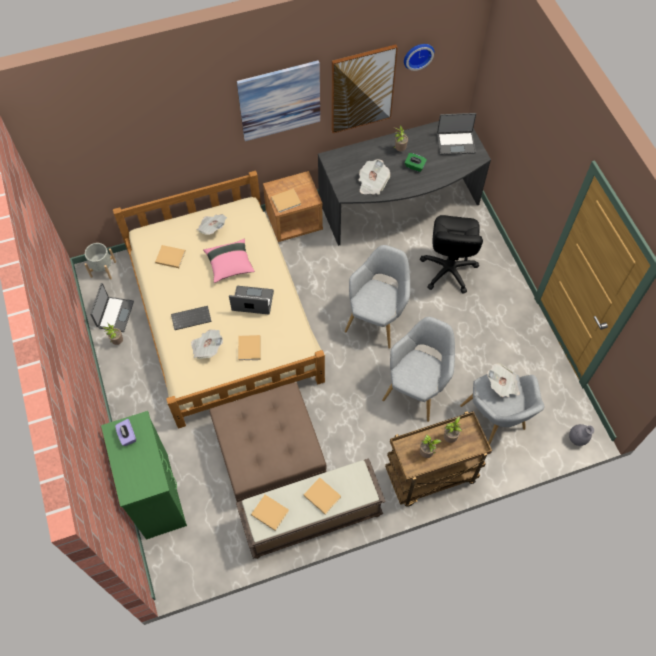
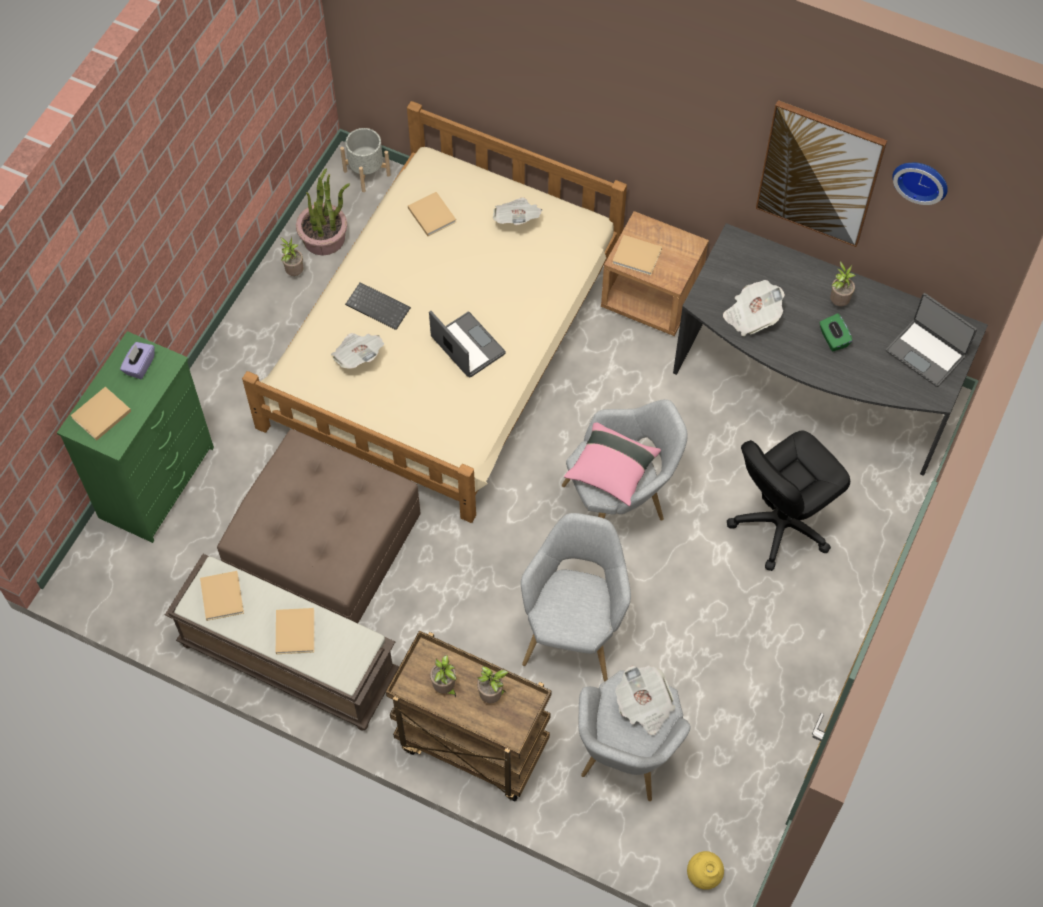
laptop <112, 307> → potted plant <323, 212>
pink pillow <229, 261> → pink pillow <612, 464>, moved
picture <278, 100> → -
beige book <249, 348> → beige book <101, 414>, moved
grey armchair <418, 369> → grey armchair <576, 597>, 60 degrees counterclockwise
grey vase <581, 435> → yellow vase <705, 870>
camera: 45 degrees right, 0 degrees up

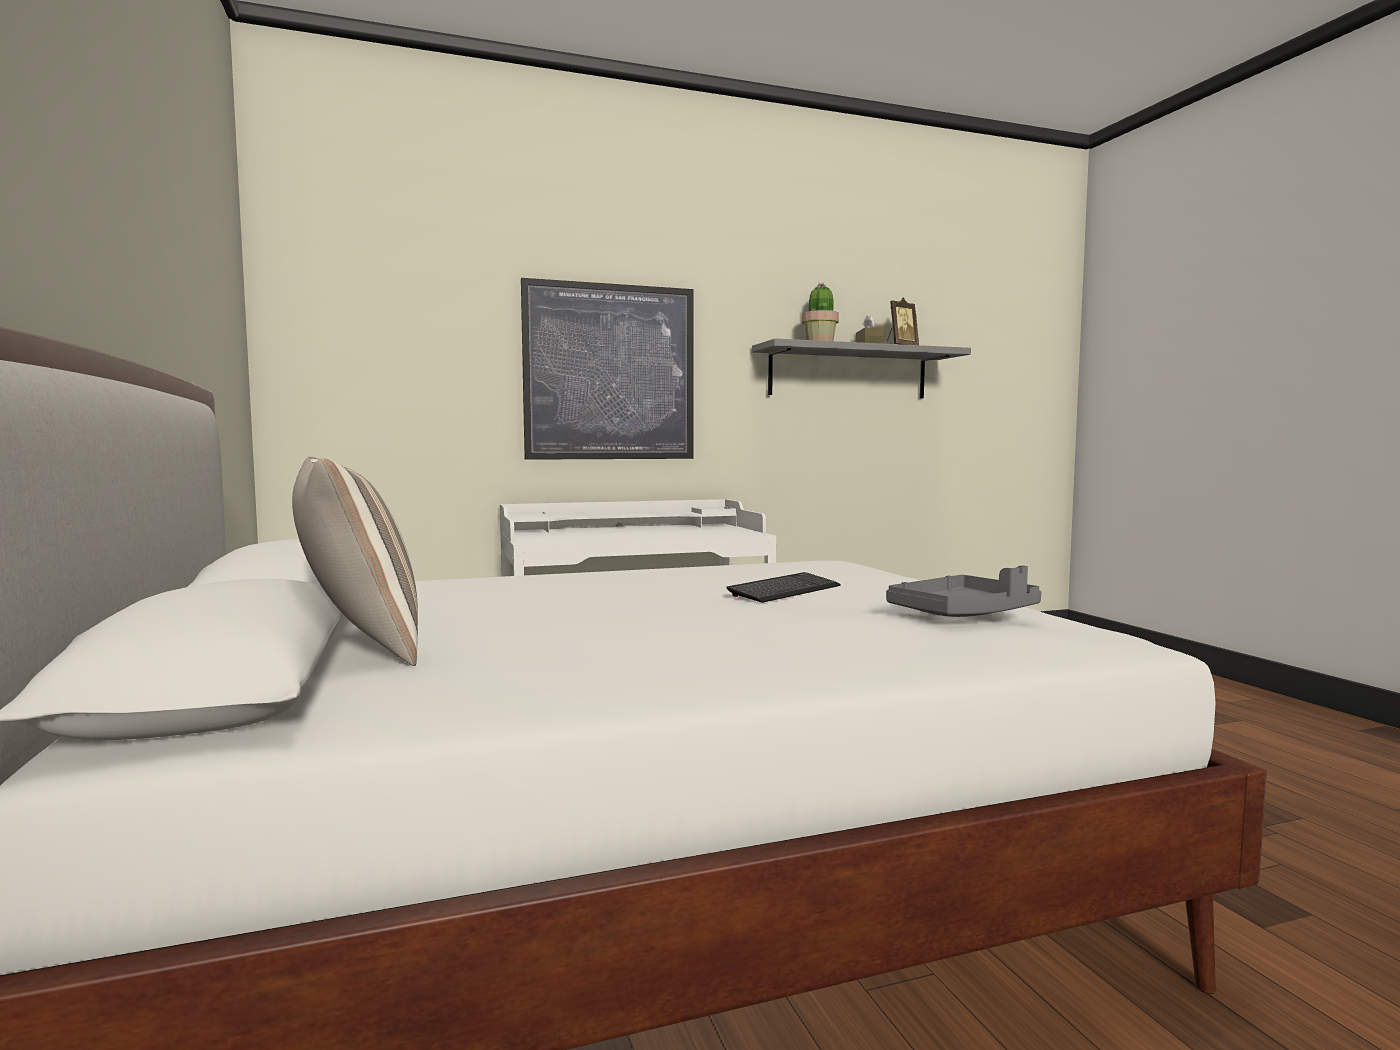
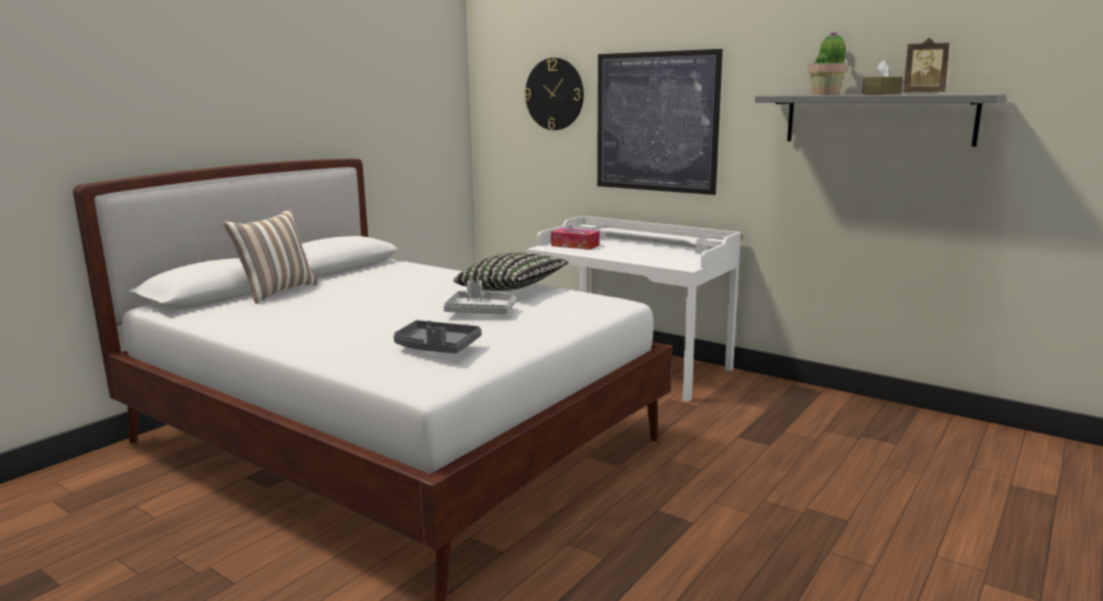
keyboard <784, 587> → grey tray <479, 297>
- → pillow <511, 272>
- → wall clock <554, 94>
- → tissue box <575, 239>
camera: 55 degrees right, 10 degrees up

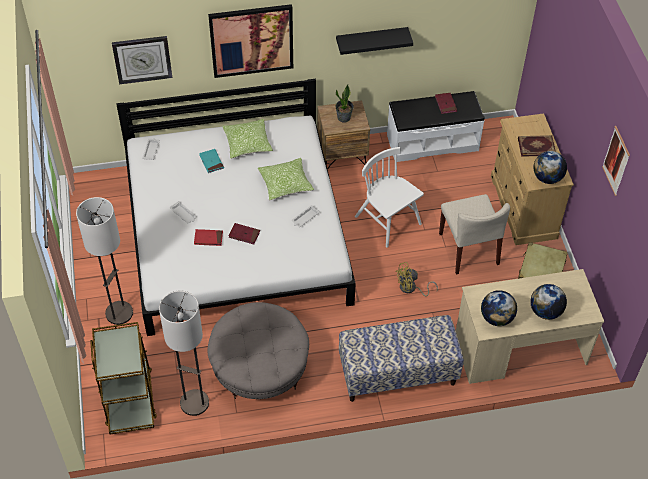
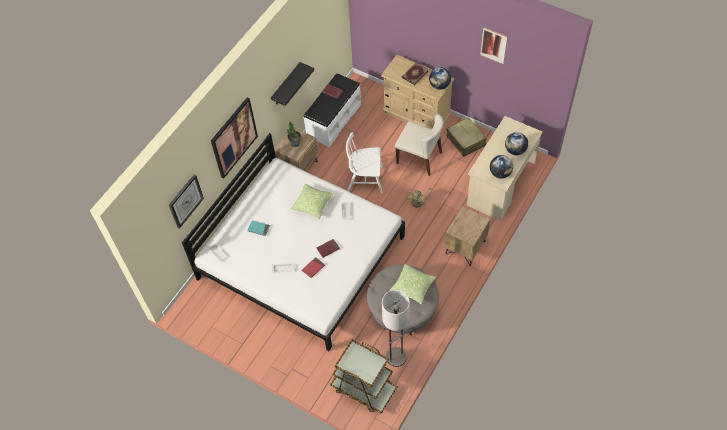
floor lamp <104, 261> → -
pillow <247, 139> → pillow <413, 284>, moved
bench <401, 358> → brown nightstand <467, 236>
camera: 45 degrees left, 5 degrees up

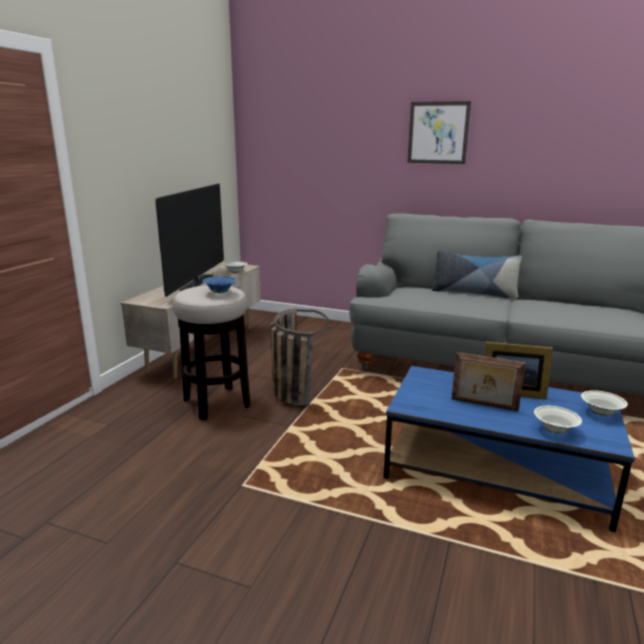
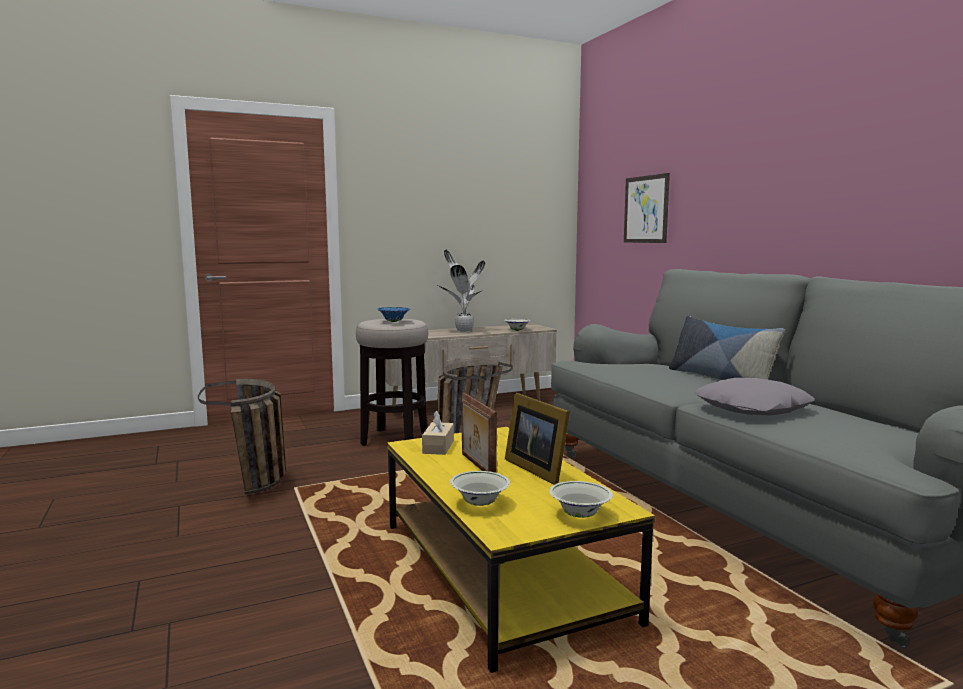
television <189, 240> → potted plant <461, 291>
blue coffee table <509, 449> → yellow coffee table <521, 550>
picture <439, 132> → picture <647, 208>, moved
- → basket <242, 436>
- → beige tissue box <438, 433>
- → grey pillow <755, 396>
camera: 45 degrees right, 10 degrees down

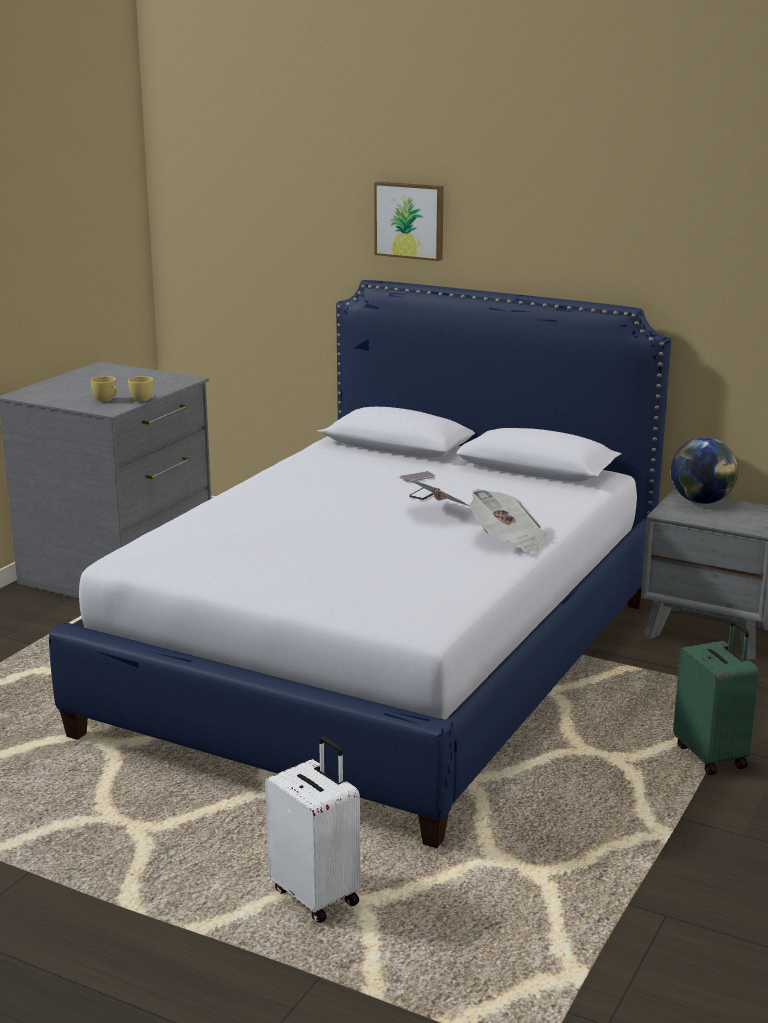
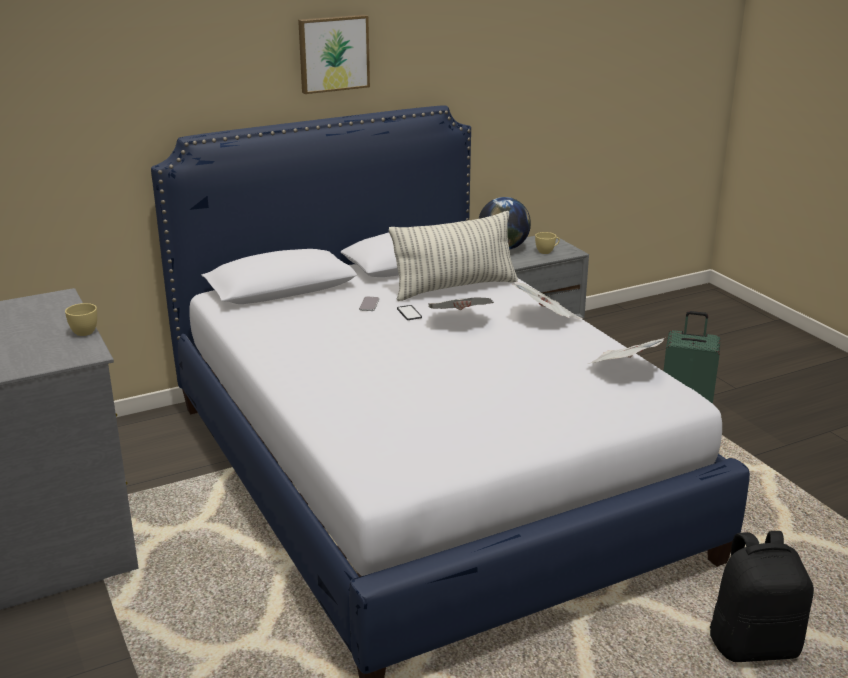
yellow cup <104, 389> → yellow cup <547, 243>, moved
white suitcase <312, 829> → black backpack <762, 596>
picture <409, 221> → picture <334, 54>, moved
- → pillow <453, 256>
- → newspaper <626, 351>
camera: 55 degrees left, 5 degrees up

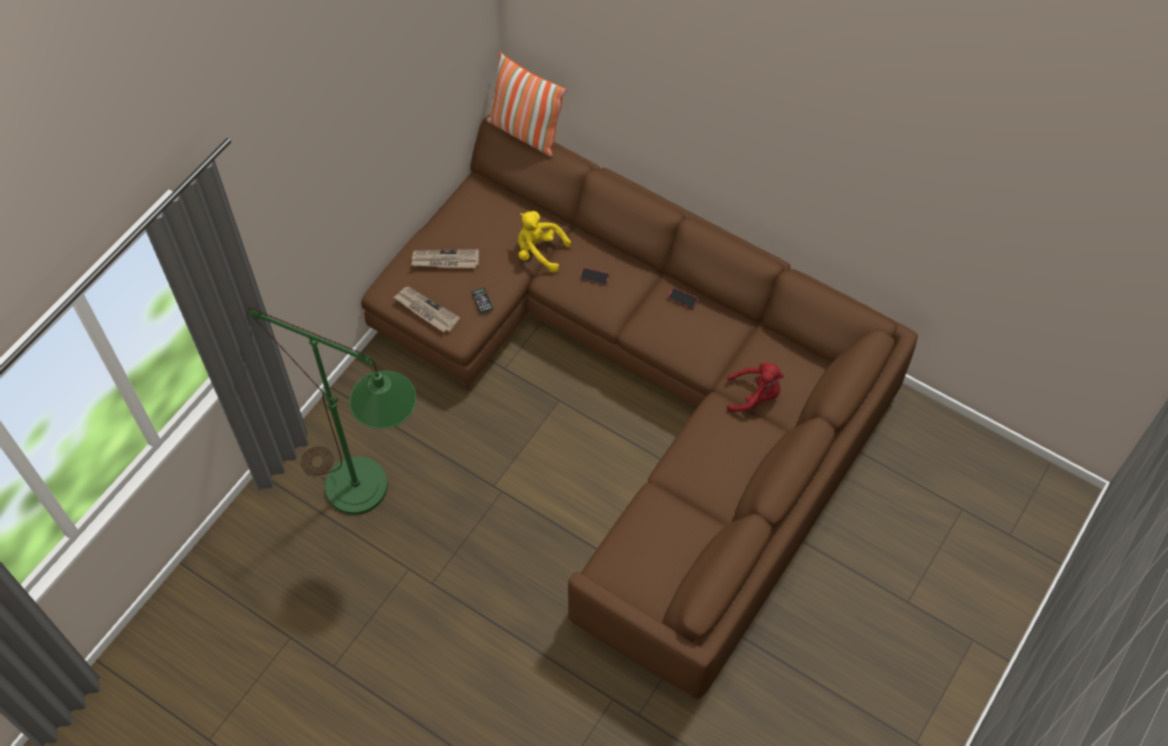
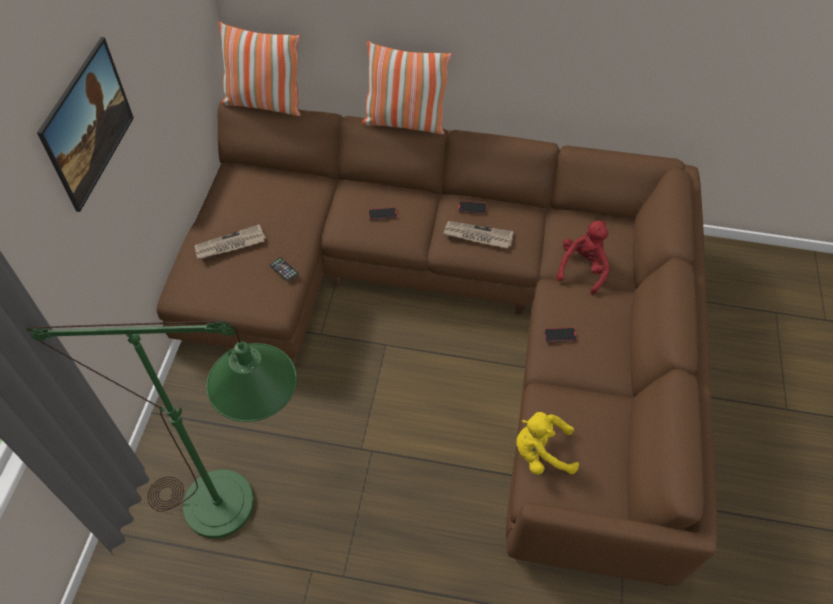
newspaper <427, 309> → newspaper <478, 234>, moved
yellow plush toy <544, 241> → yellow plush toy <548, 443>, moved
red plush toy <755, 387> → red plush toy <583, 257>, 45 degrees counterclockwise
- → picture <85, 124>
- → pillow <407, 88>
- → phone <560, 334>
camera: 25 degrees left, 5 degrees down

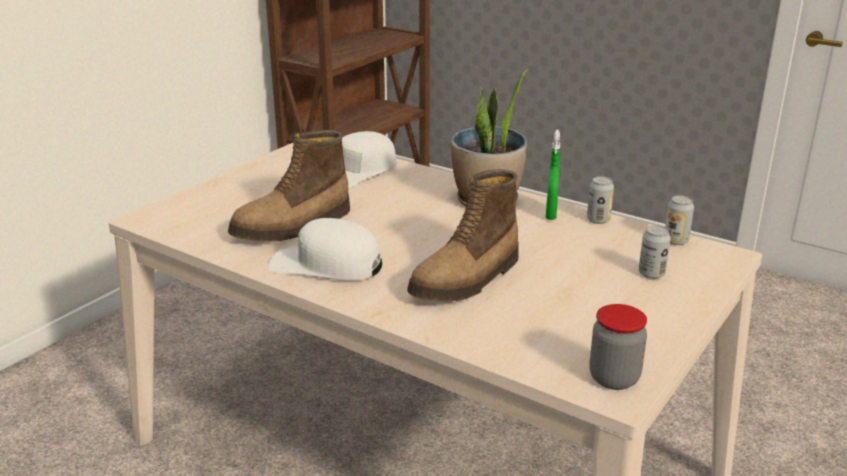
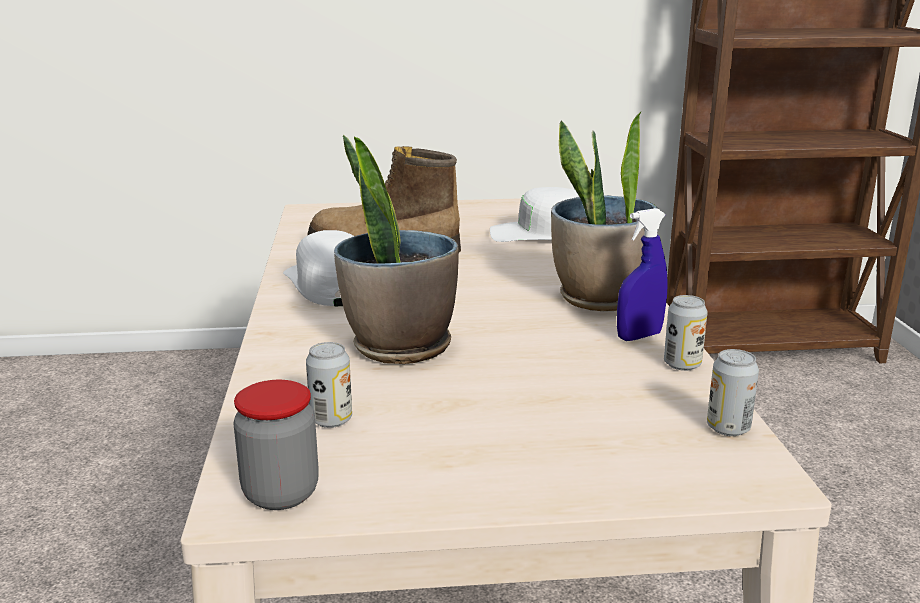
boot <463, 235> → potted plant <396, 249>
green spray bottle <553, 175> → blue spray bottle <642, 274>
can <655, 252> → can <329, 385>, moved
camera: 50 degrees right, 5 degrees down

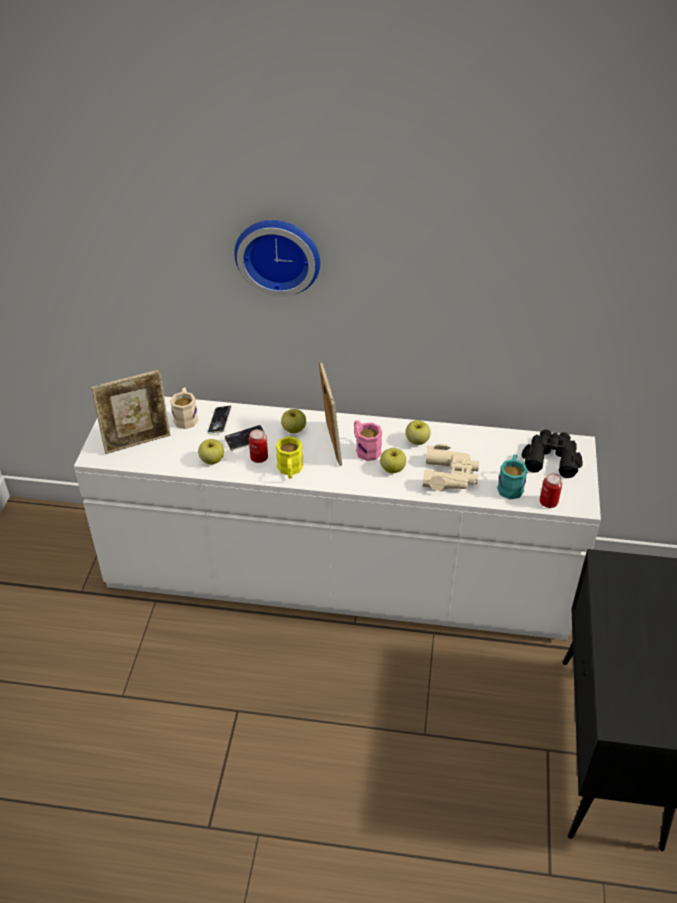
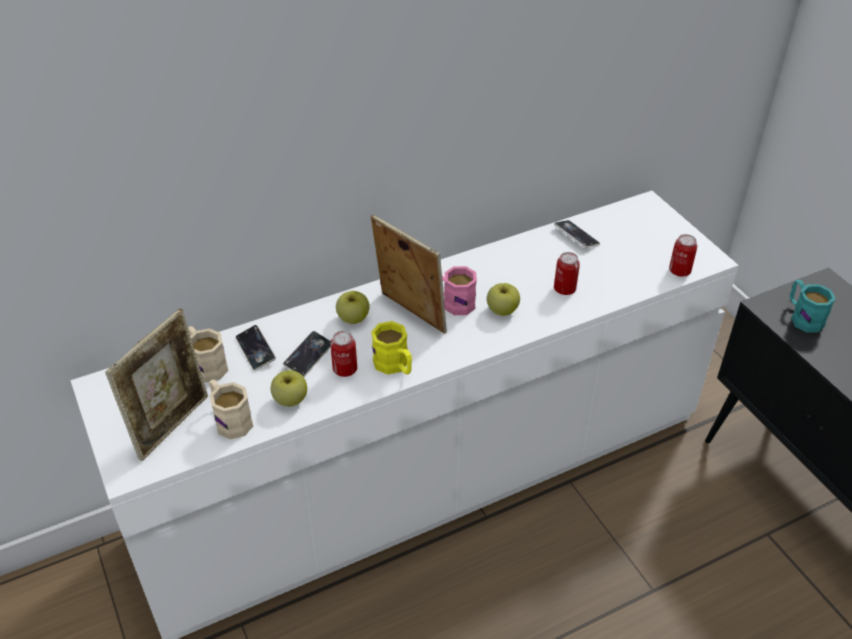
wall clock <277, 258> → -
apple <417, 432> → -
beige binoculars <450, 467> → can <567, 273>
turquoise mug <512, 477> → turquoise mug <813, 306>, moved
black binoculars <552, 453> → -
- → beige mug <231, 409>
- → phone <577, 234>
camera: 35 degrees left, 0 degrees up

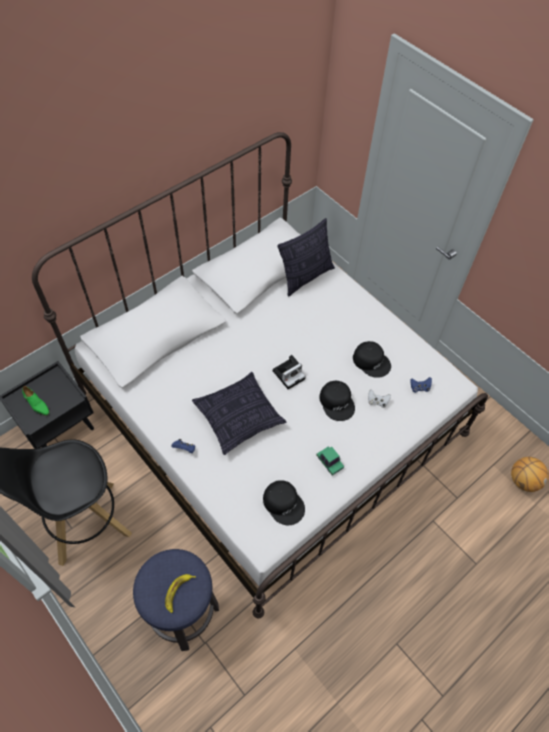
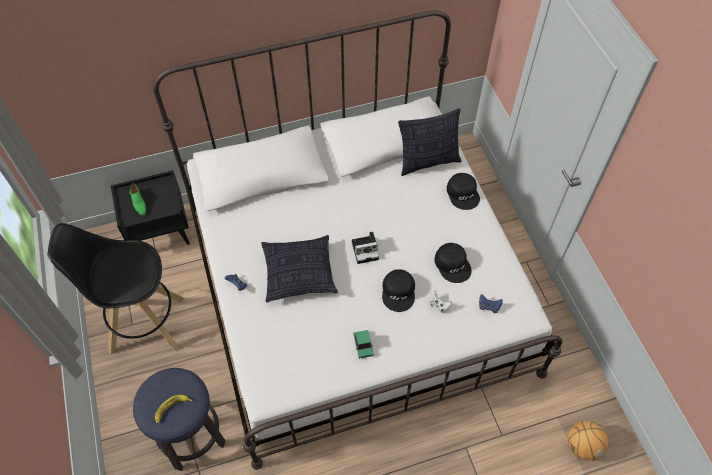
black cap <284, 502> → black cap <463, 191>, moved
camera: 25 degrees right, 0 degrees up

